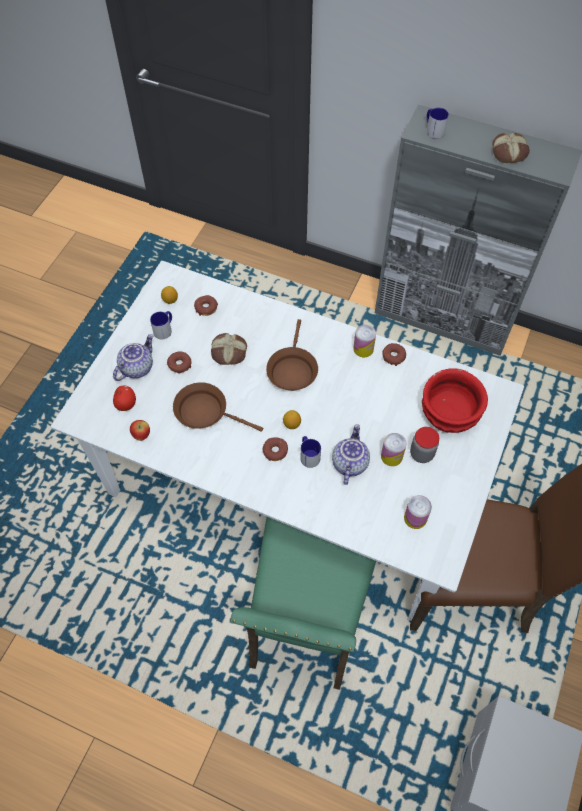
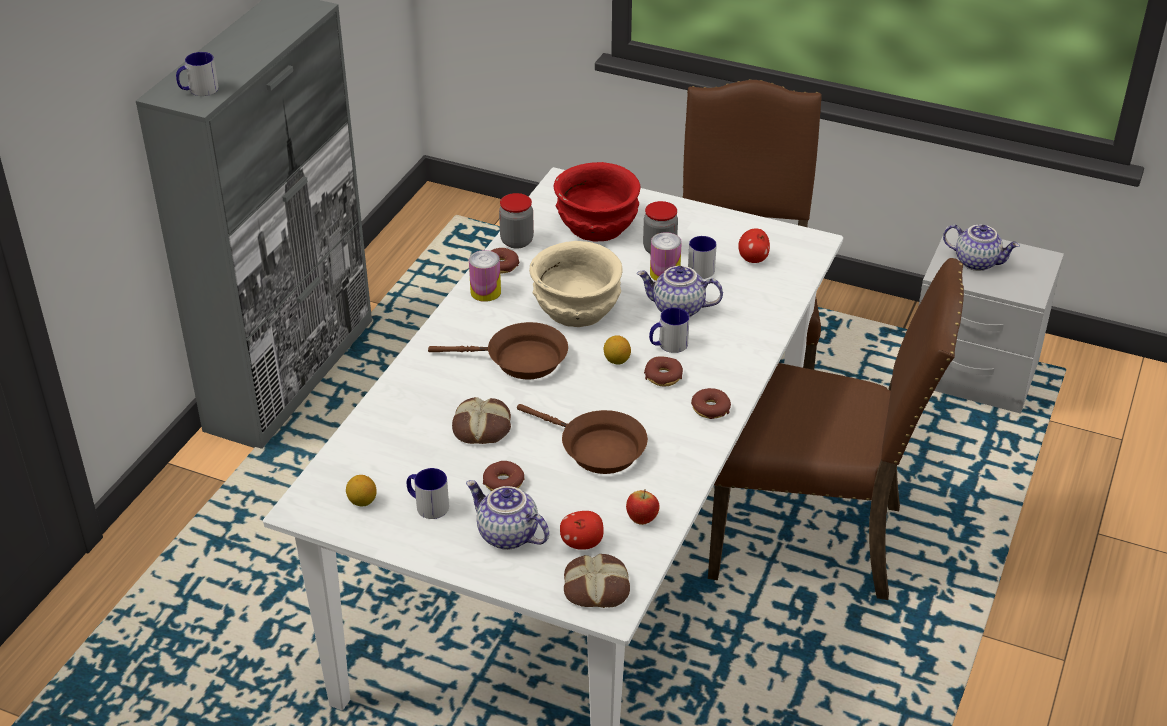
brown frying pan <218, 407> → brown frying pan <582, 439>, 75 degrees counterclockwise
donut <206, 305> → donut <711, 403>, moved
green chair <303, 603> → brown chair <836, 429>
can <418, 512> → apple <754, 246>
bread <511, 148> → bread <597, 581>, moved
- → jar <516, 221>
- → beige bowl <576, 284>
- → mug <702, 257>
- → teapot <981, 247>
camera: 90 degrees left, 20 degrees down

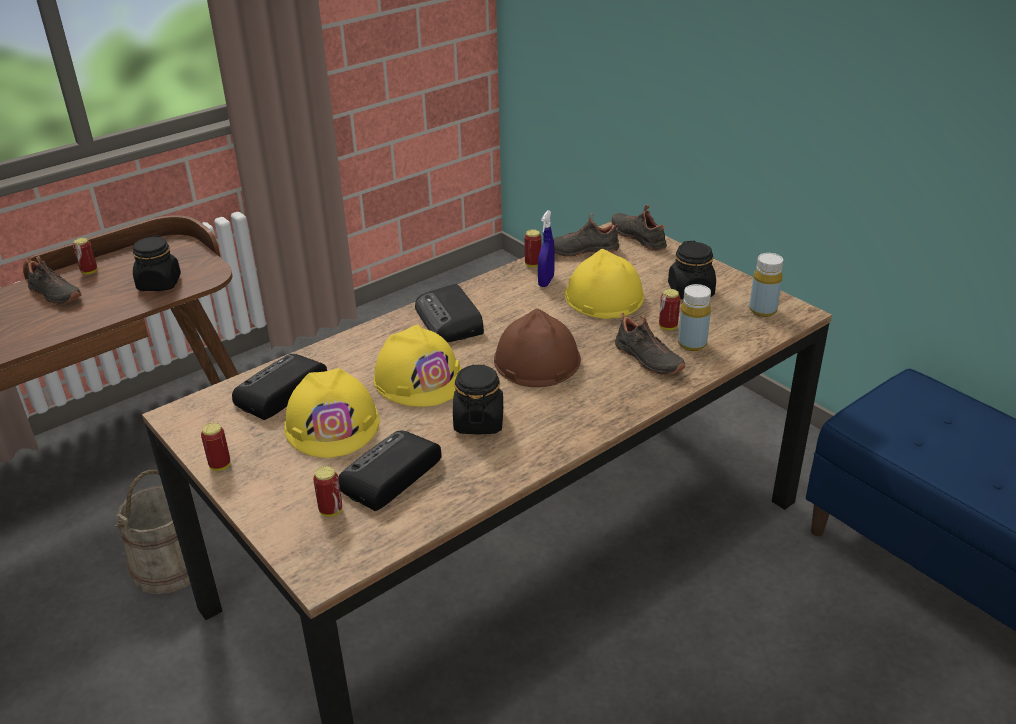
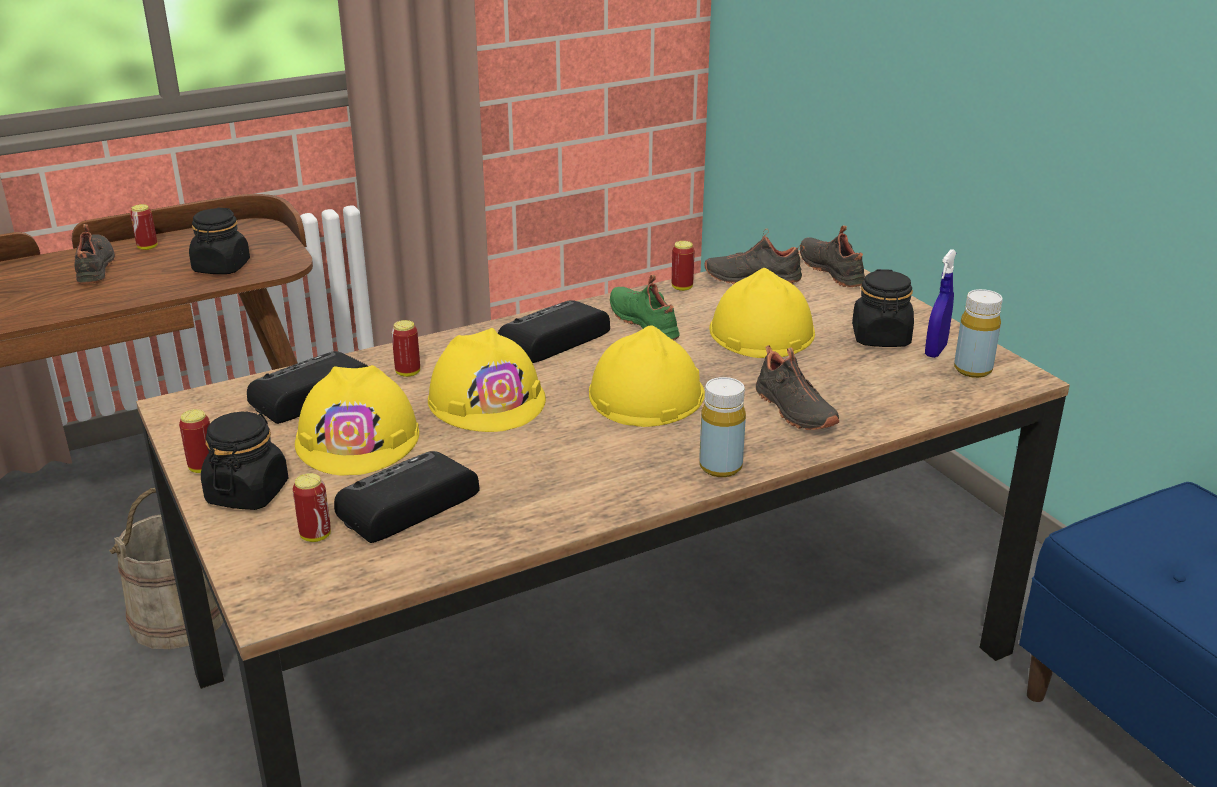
black shoe <54, 280> → black shoe <95, 254>, 150 degrees counterclockwise
radio <449, 313> → radio <554, 331>, 60 degrees clockwise
black jar <478, 399> → black jar <245, 460>, moved
brown hard hat <537, 348> → yellow hard hat <647, 376>
blue spray bottle <546, 248> → blue spray bottle <941, 303>, moved
can <669, 309> → can <405, 348>, moved
yellow bottle <694, 317> → yellow bottle <722, 427>, moved
- → green shoe <645, 307>
camera: 10 degrees right, 5 degrees down

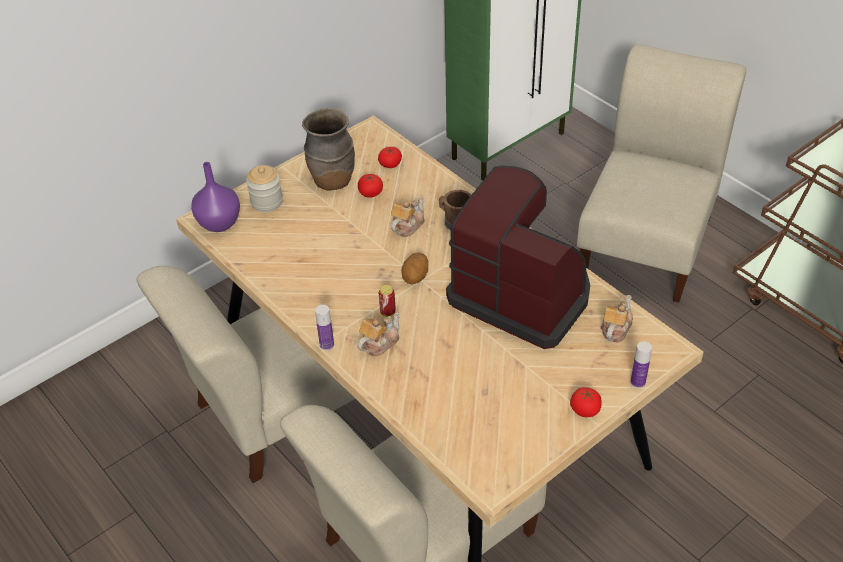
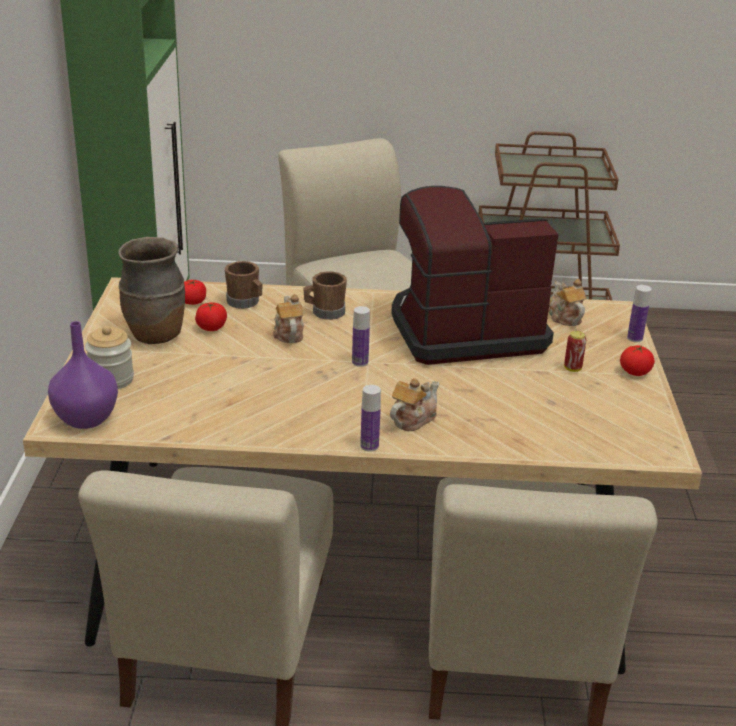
teapot <378, 334> → teapot <414, 404>, 45 degrees clockwise
can <387, 301> → can <575, 351>, moved
potato <414, 268> → bottle <361, 336>
- → brown mug <244, 285>
camera: 50 degrees left, 15 degrees down

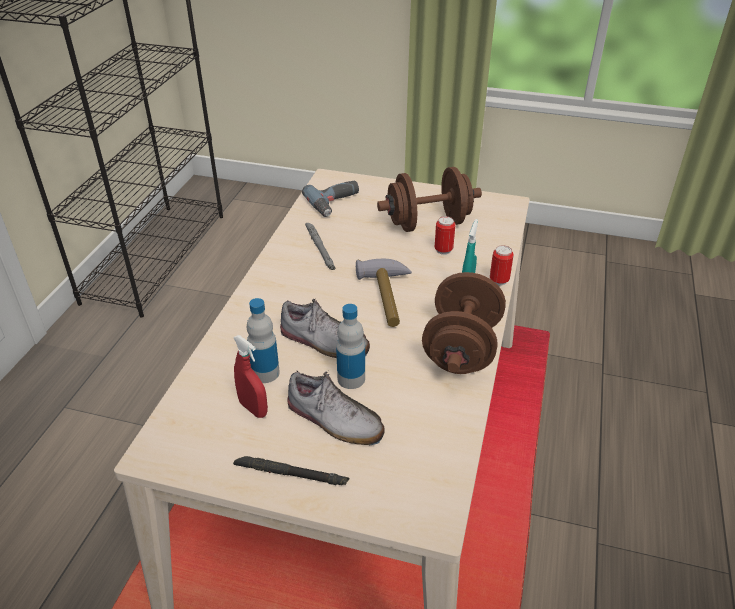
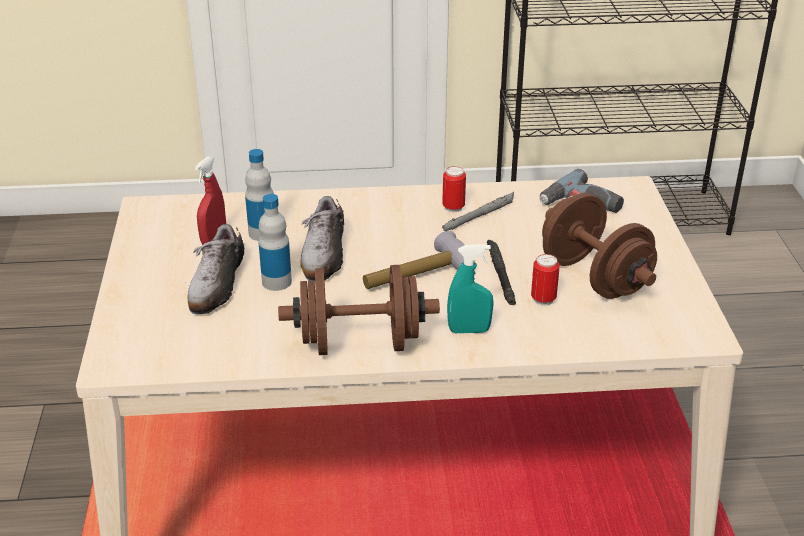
black flashlight <291, 470> → black flashlight <501, 272>, moved
can <502, 265> → can <454, 189>, moved
camera: 70 degrees right, 5 degrees down

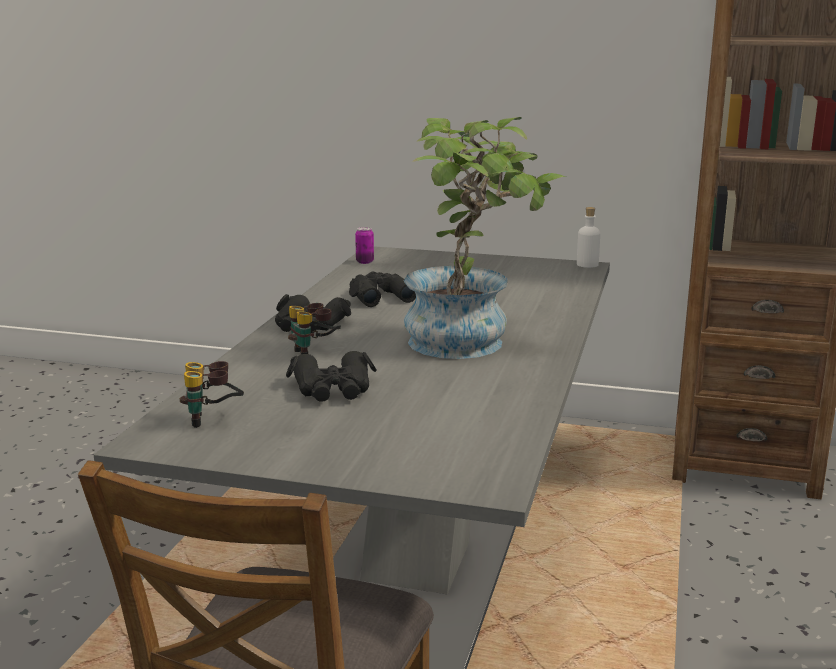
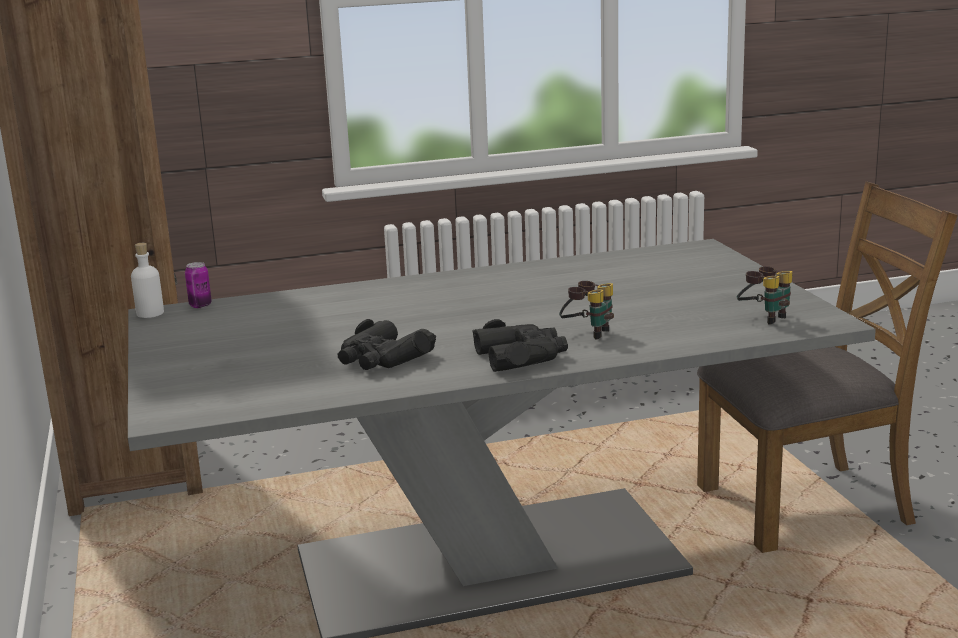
black binoculars <331, 376> → -
can <364, 245> → can <198, 285>, moved
potted plant <485, 238> → -
camera: 120 degrees left, 0 degrees up

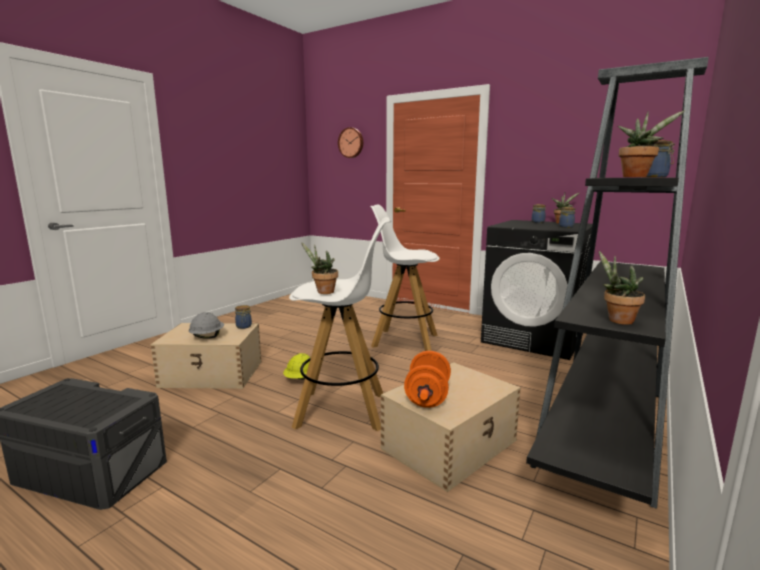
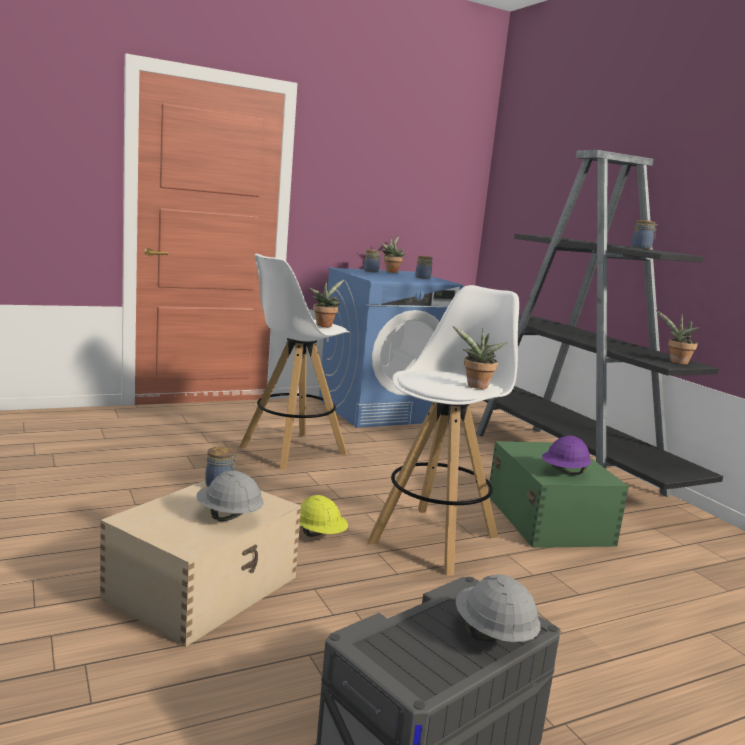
wall clock <350, 142> → -
beige storage box <451, 427> → green storage box <558, 494>
orange dumbbell <427, 379> → purple hard hat <566, 455>
black washing machine <537, 290> → blue washing machine <391, 348>
potted plant <651, 143> → potted plant <326, 303>, moved
- → grey hard hat <498, 608>
camera: 60 degrees left, 0 degrees up

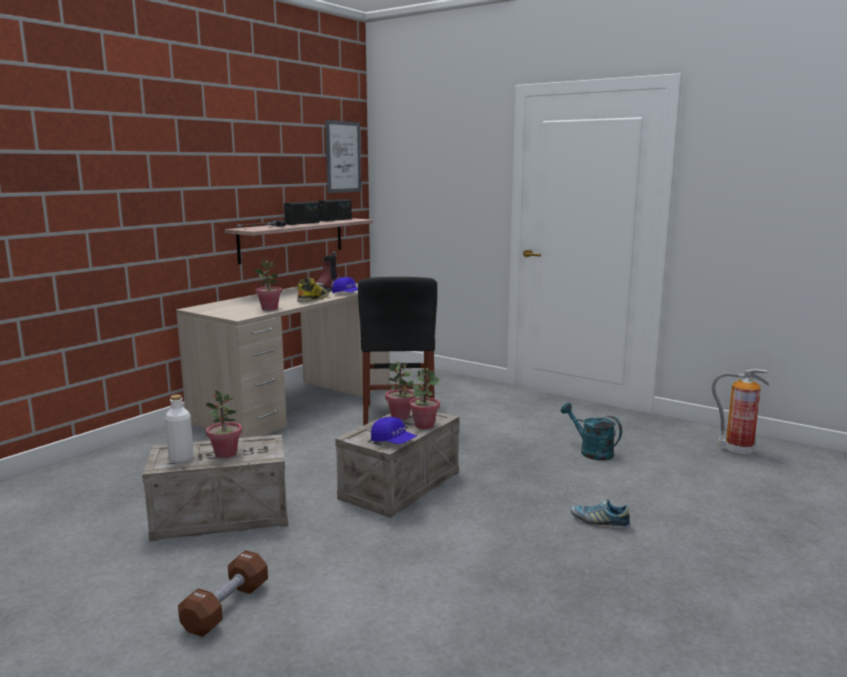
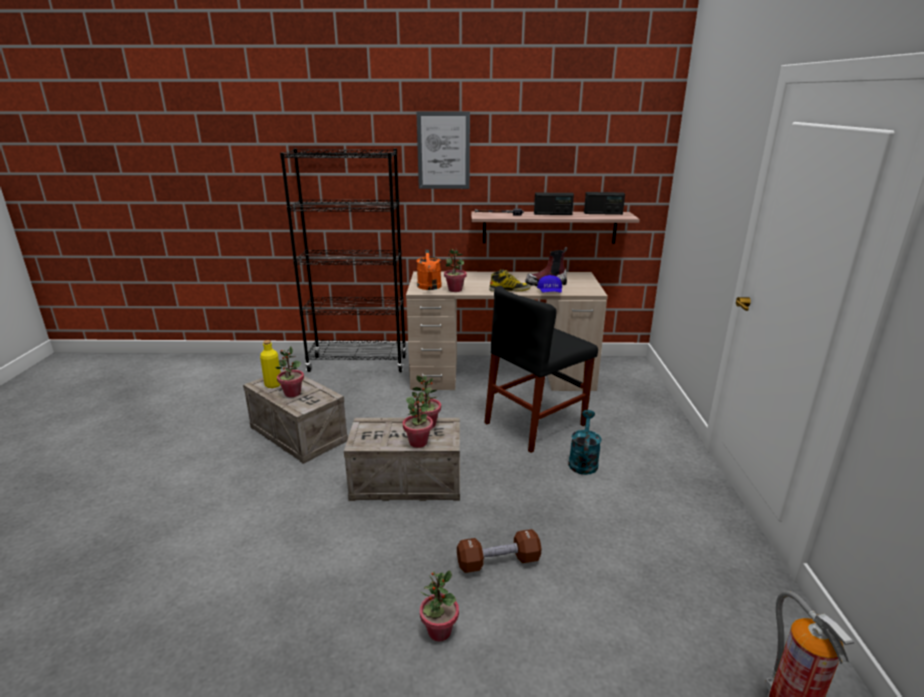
white bottle <179, 429> → yellow bottle <270, 364>
brown dumbbell <223, 593> → brown dumbbell <499, 551>, moved
picture <343, 156> → picture <443, 150>, moved
blue cap <394, 430> → -
turquoise watering can <591, 432> → turquoise watering can <584, 442>, moved
shoe <600, 514> → potted plant <439, 605>
- → black bookcase <343, 260>
- → orange watering can <429, 270>
camera: 55 degrees right, 10 degrees up

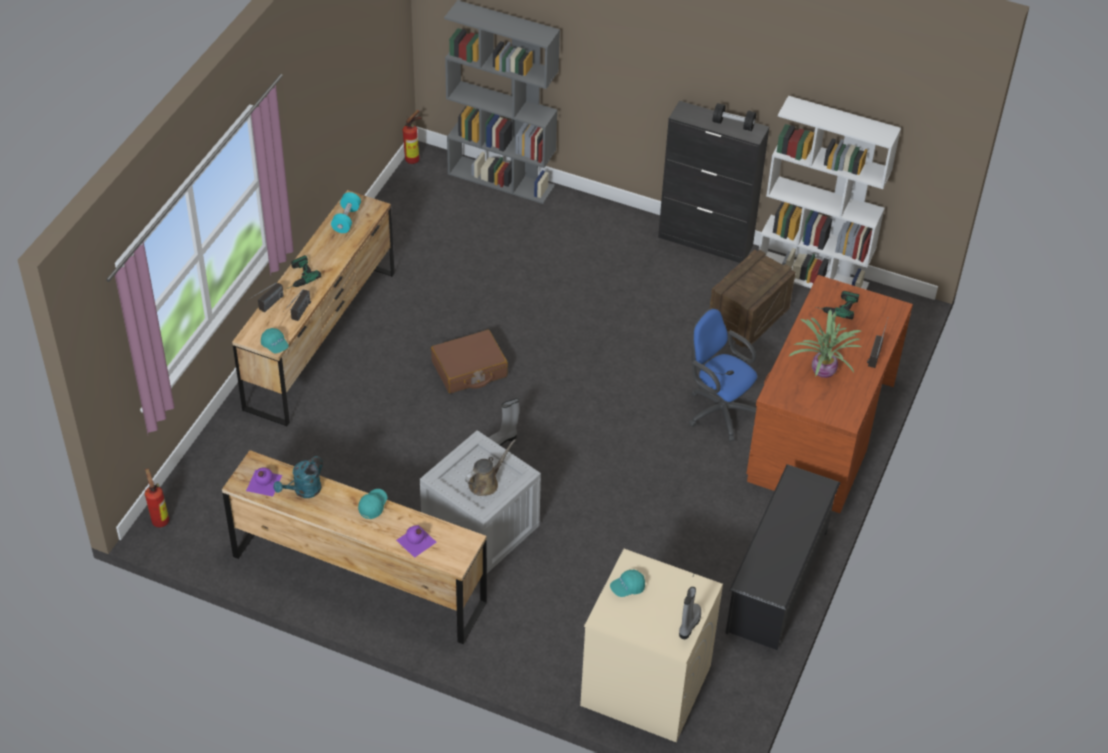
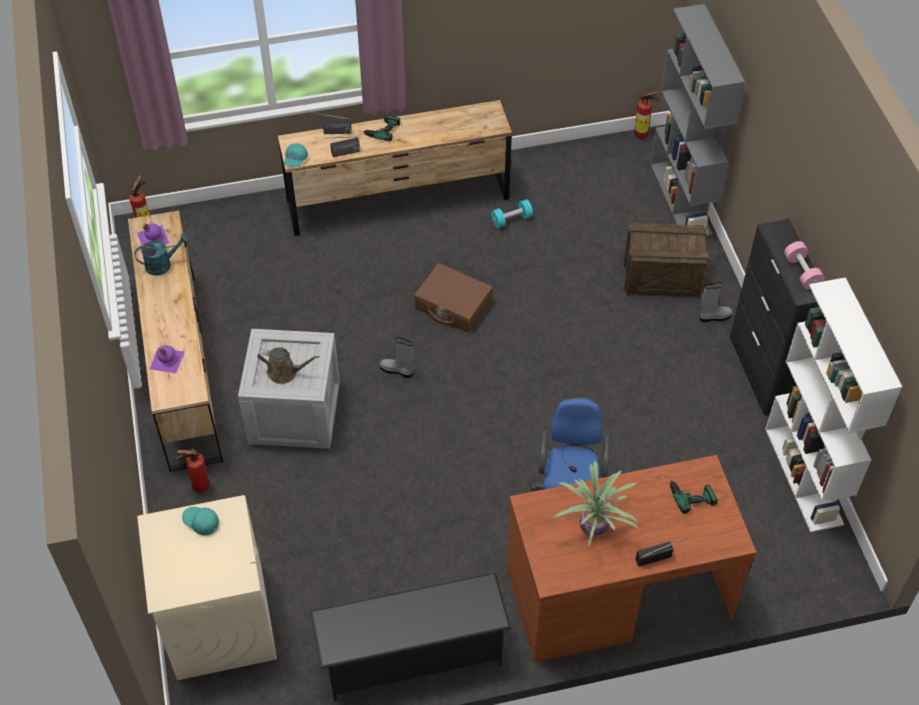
turquoise watering can <298, 477> → turquoise watering can <161, 254>, 150 degrees clockwise
turquoise dumbbell <346, 212> → turquoise dumbbell <512, 213>, moved
turquoise cap <373, 504> → -
grey boot <690, 613> → grey boot <716, 302>, moved
crate <753, 298> → crate <666, 260>, moved
black dumbbell <734, 117> → pink dumbbell <804, 265>
- → fire extinguisher <192, 471>
camera: 55 degrees right, 5 degrees up

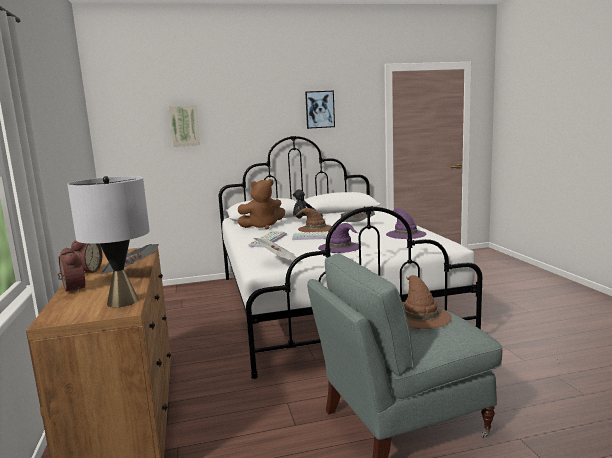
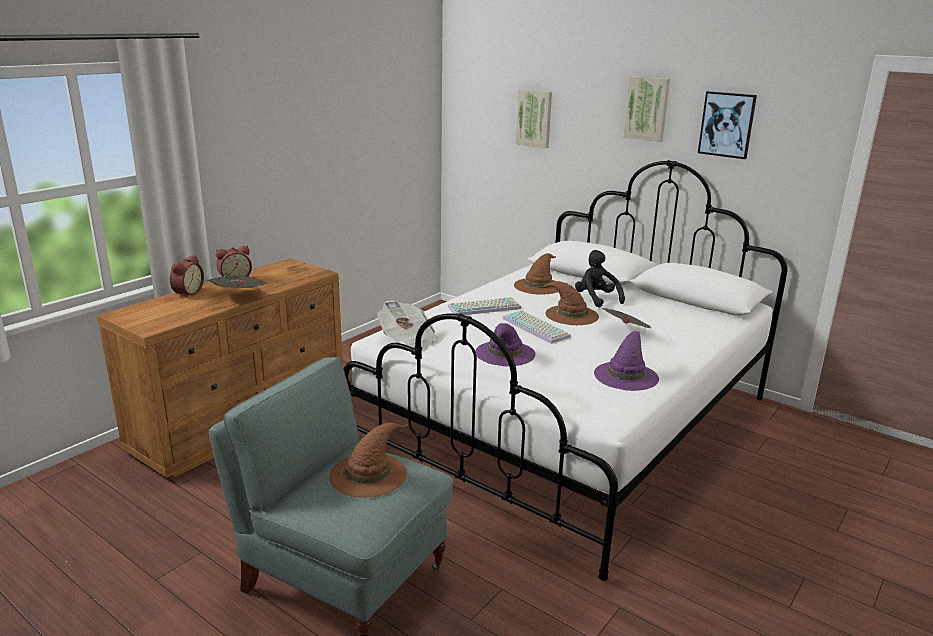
grey table lamp <108, 241> → -
brown plush toy <261, 204> → brown hat <536, 274>
- → picture <646, 109>
camera: 50 degrees right, 10 degrees up

